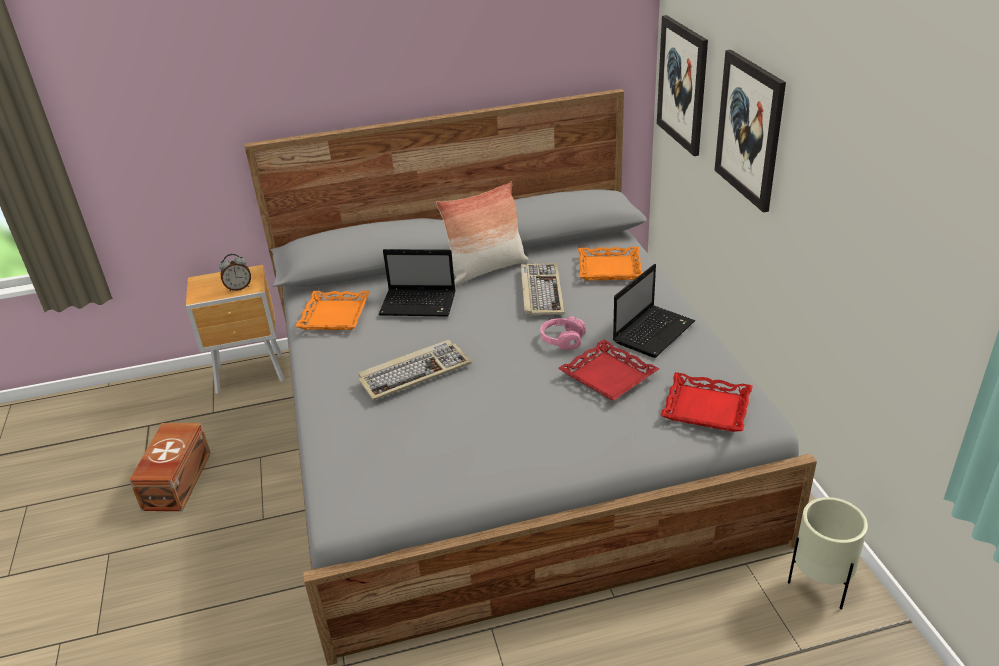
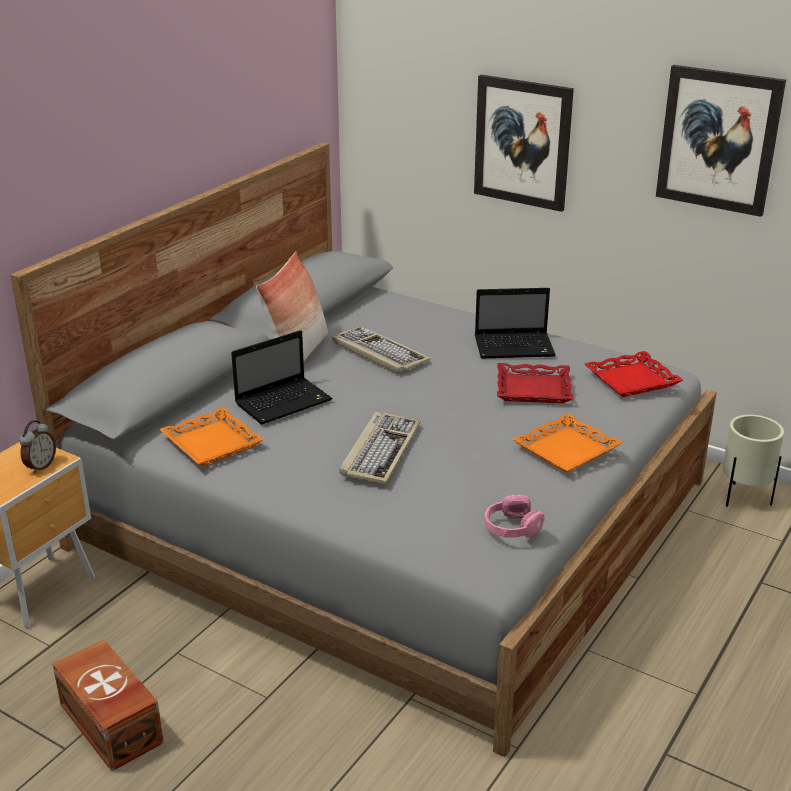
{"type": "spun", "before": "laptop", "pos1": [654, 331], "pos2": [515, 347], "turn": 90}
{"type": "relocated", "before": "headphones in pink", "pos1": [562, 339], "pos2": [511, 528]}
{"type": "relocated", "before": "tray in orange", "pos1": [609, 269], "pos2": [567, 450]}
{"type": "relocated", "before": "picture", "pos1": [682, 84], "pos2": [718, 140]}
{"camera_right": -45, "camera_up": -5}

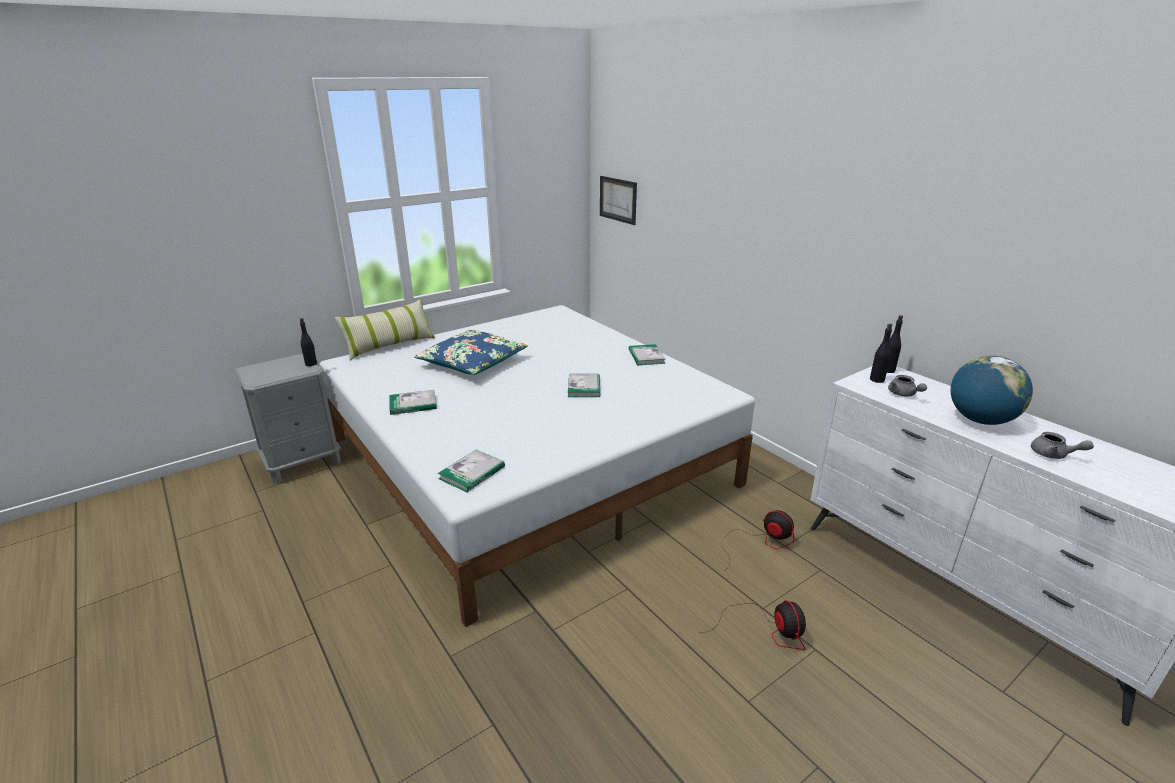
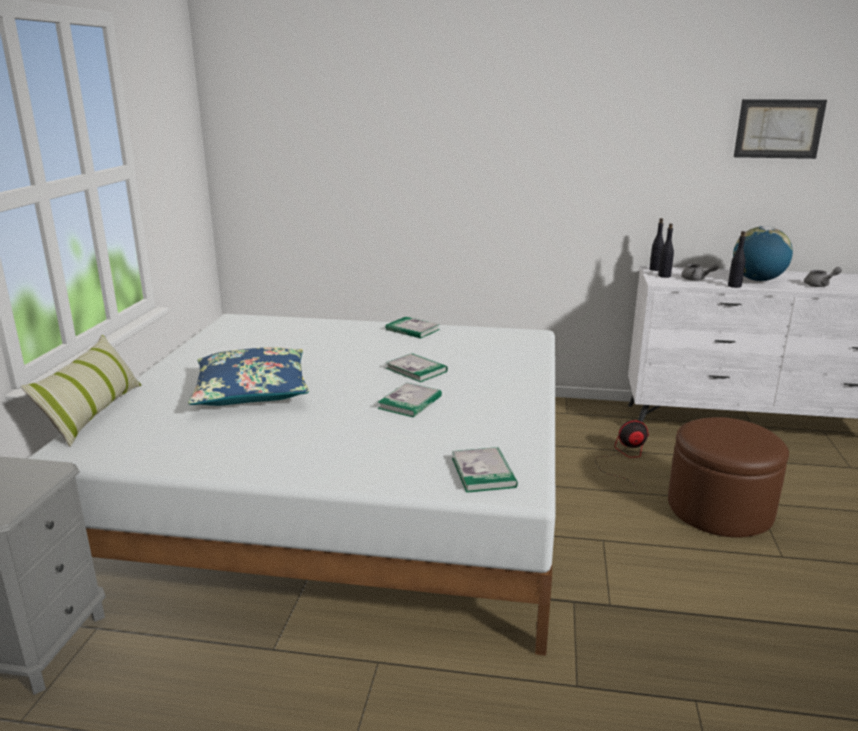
{"type": "relocated", "before": "book", "pos1": [413, 404], "pos2": [410, 402]}
{"type": "exchanged", "before": "fan", "after": "ottoman in brown", "pos1": [767, 630], "pos2": [719, 509]}
{"type": "relocated", "before": "bottle in black", "pos1": [311, 364], "pos2": [734, 286]}
{"type": "relocated", "before": "picture", "pos1": [618, 199], "pos2": [778, 129]}
{"camera_right": -45, "camera_up": -5}

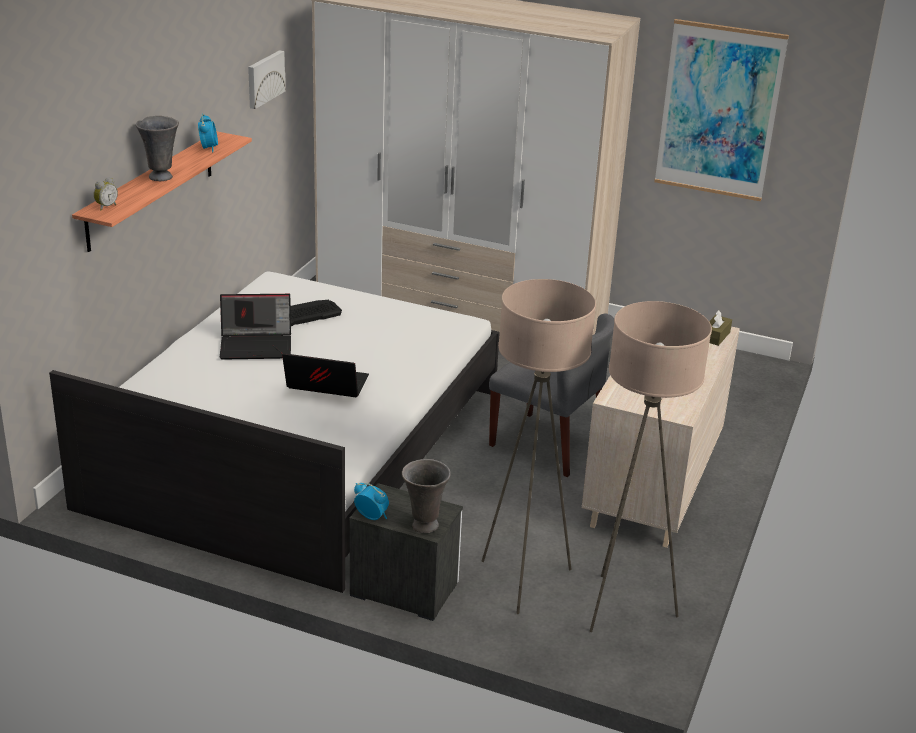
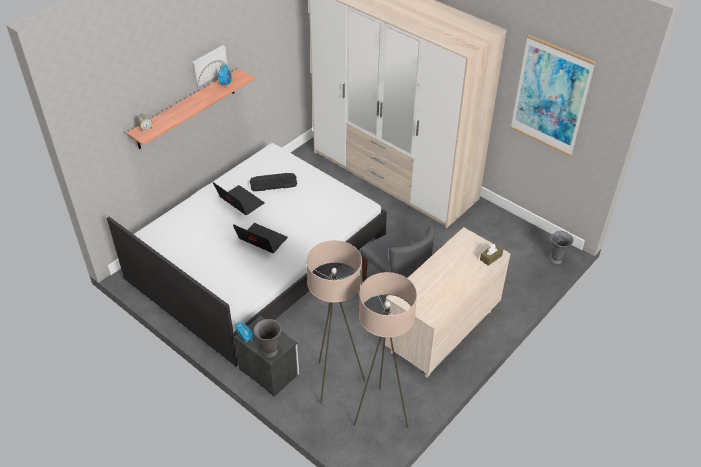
{"type": "relocated", "before": "picture", "pos1": [264, 78], "pos2": [208, 65]}
{"type": "spun", "before": "laptop", "pos1": [257, 345], "pos2": [239, 202], "turn": -150}
{"type": "relocated", "before": "vase in grey", "pos1": [161, 176], "pos2": [556, 259]}
{"camera_right": 20, "camera_up": 15}

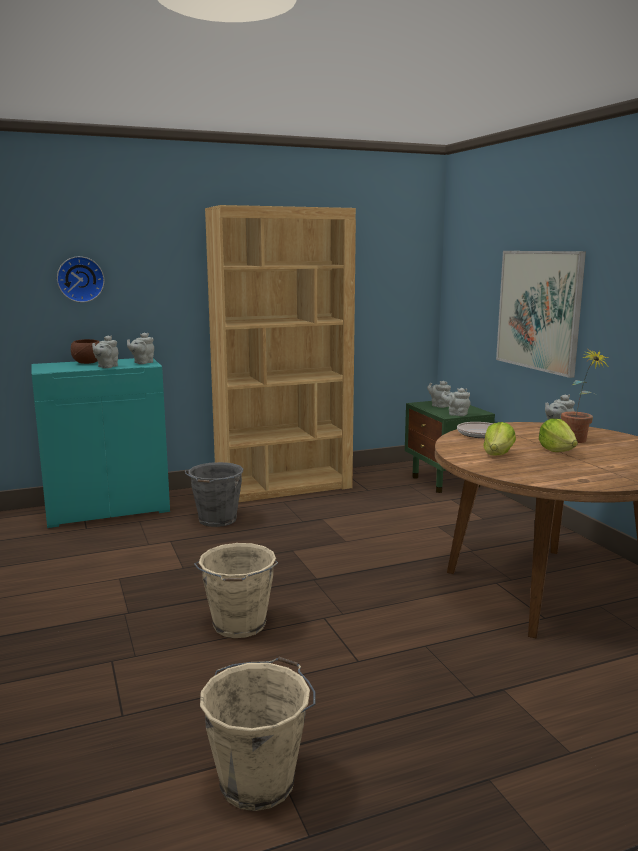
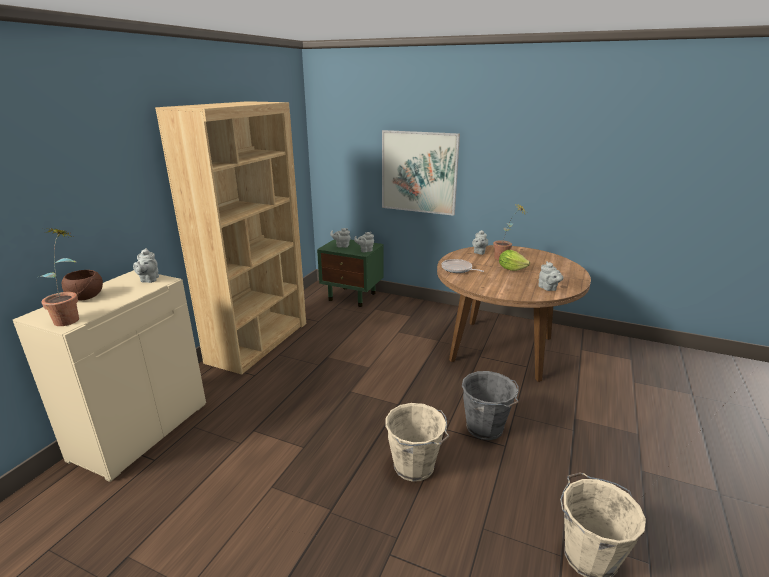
{"type": "colour", "before": "cabinet in turquoise", "after": "cabinet in beige", "pos1": [108, 509], "pos2": [141, 430]}
{"type": "appeared", "after": "potted plant", "pos2": [72, 317]}
{"type": "relocated", "before": "bucket in grey", "pos1": [217, 520], "pos2": [485, 428]}
{"type": "relocated", "before": "teapot in grey", "pos1": [106, 367], "pos2": [548, 288]}
{"type": "missing", "before": "wall clock", "pos1": [80, 279]}
{"type": "missing", "before": "lettuce", "pos1": [498, 454]}
{"camera_right": -45, "camera_up": 10}

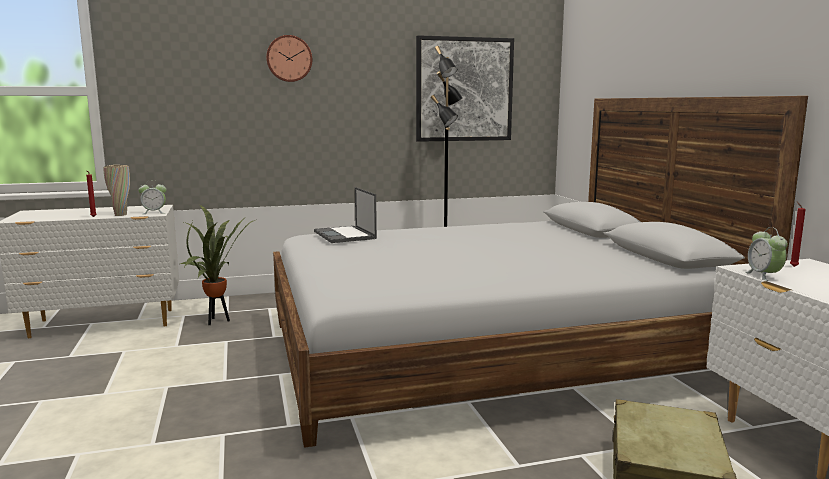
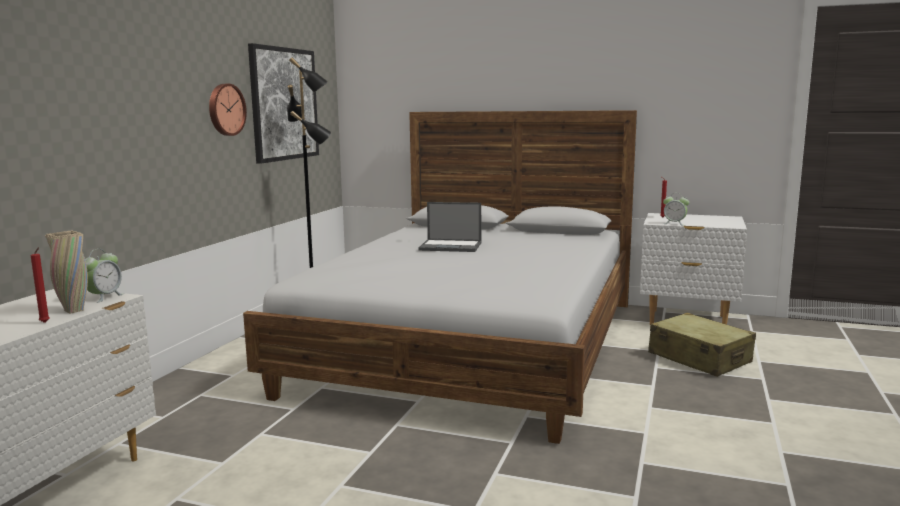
{"type": "relocated", "before": "wall clock", "pos1": [289, 58], "pos2": [225, 109]}
{"type": "relocated", "before": "laptop", "pos1": [345, 235], "pos2": [451, 246]}
{"type": "missing", "before": "potted plant", "pos1": [217, 321]}
{"camera_right": -55, "camera_up": 0}

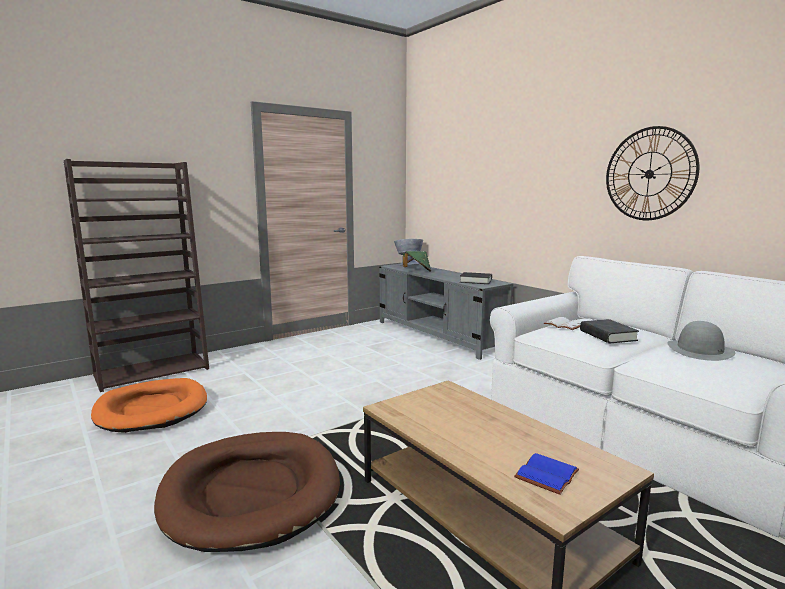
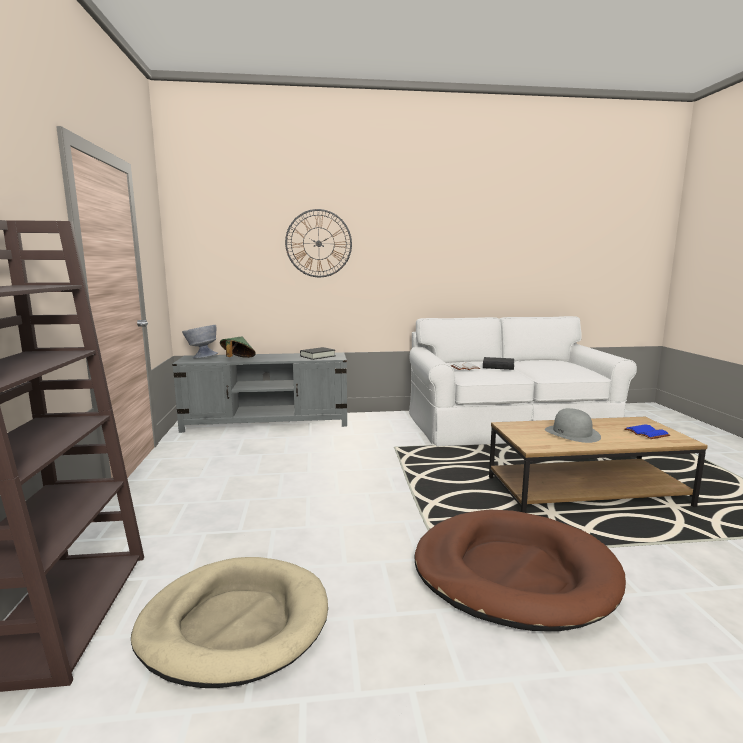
{"type": "colour", "before": "dog bed in orange", "after": "dog bed in beige", "pos1": [152, 409], "pos2": [235, 624]}
{"type": "relocated", "before": "wall clock", "pos1": [649, 174], "pos2": [318, 243]}
{"type": "relocated", "before": "hat in grey", "pos1": [700, 350], "pos2": [572, 433]}
{"camera_right": -60, "camera_up": 0}

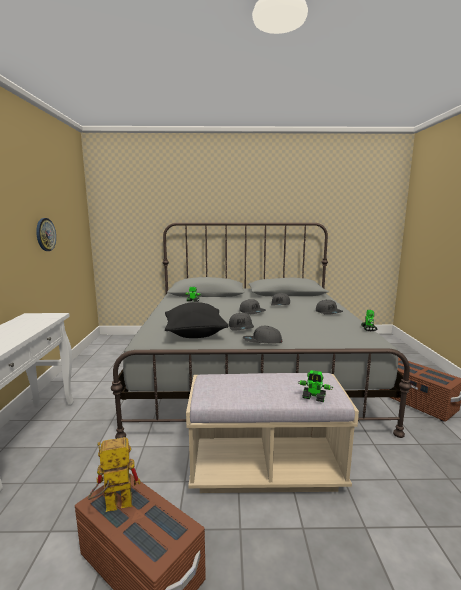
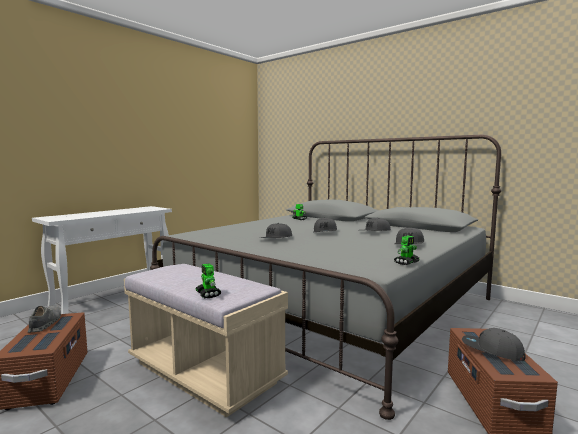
{"type": "exchanged", "before": "toy robot", "after": "shoe in grey", "pos1": [112, 506], "pos2": [45, 323]}
{"type": "relocated", "before": "cap in grey", "pos1": [262, 342], "pos2": [492, 351]}
{"type": "missing", "before": "wall clock", "pos1": [45, 234]}
{"type": "missing", "before": "pillow in black", "pos1": [195, 334]}
{"camera_right": 40, "camera_up": -5}

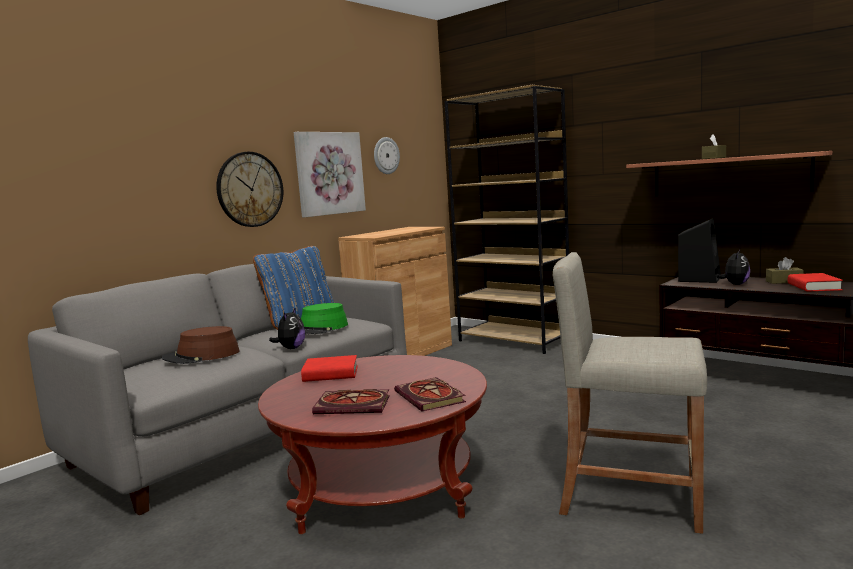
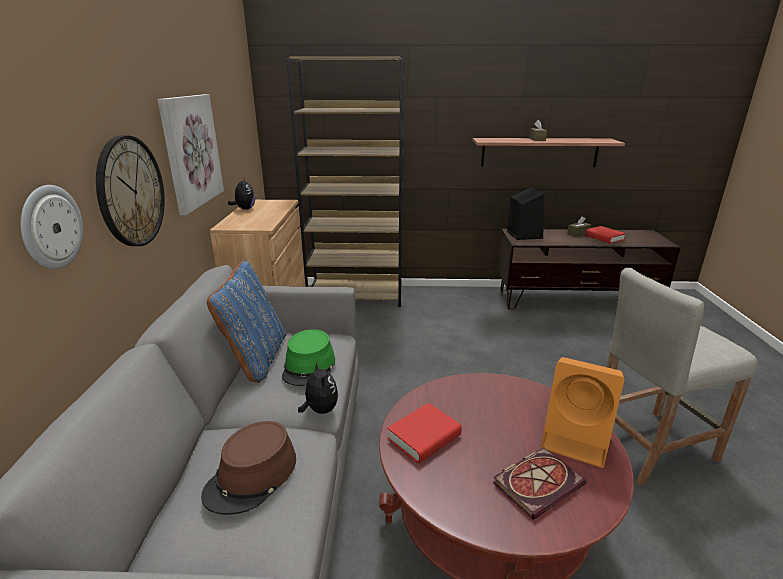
{"type": "relocated", "before": "wall clock", "pos1": [386, 155], "pos2": [51, 227]}
{"type": "relocated", "before": "plush toy", "pos1": [735, 284], "pos2": [244, 209]}
{"type": "exchanged", "before": "book", "after": "speaker in orange", "pos1": [431, 397], "pos2": [577, 440]}
{"camera_right": -40, "camera_up": 15}

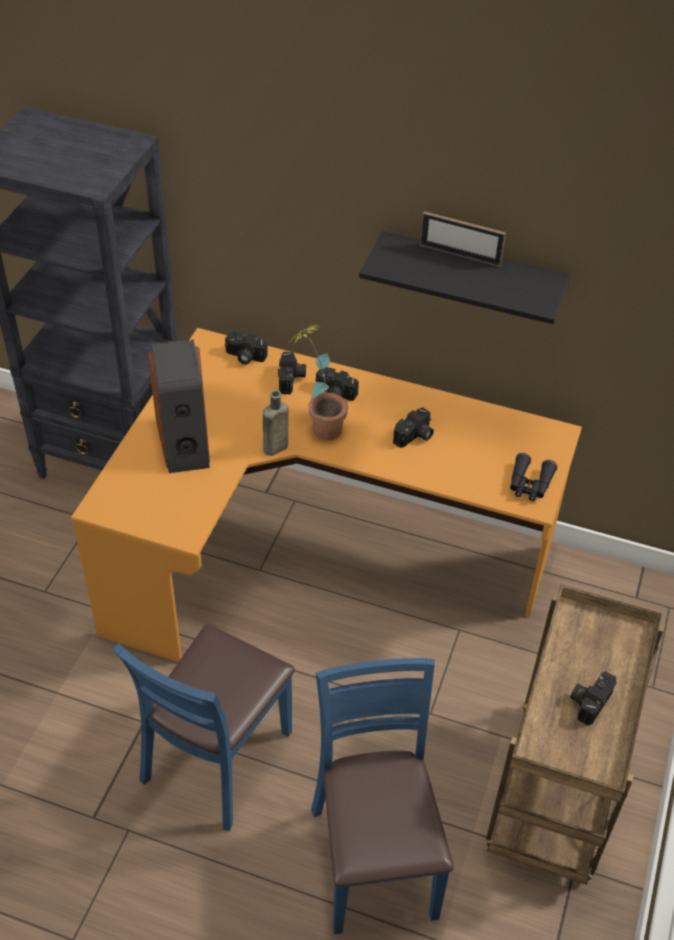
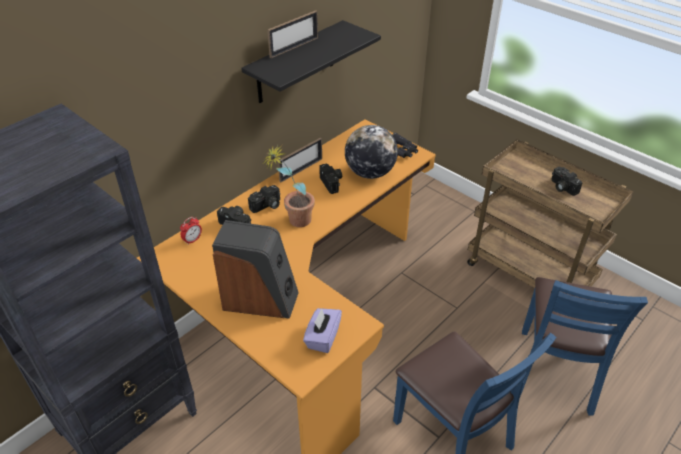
{"type": "exchanged", "before": "photo camera", "after": "alarm clock", "pos1": [244, 356], "pos2": [192, 240]}
{"type": "appeared", "after": "picture frame", "pos2": [301, 170]}
{"type": "appeared", "after": "tissue box in purple", "pos2": [322, 338]}
{"type": "appeared", "after": "globe", "pos2": [370, 173]}
{"type": "spun", "before": "chair in blue", "pos1": [375, 860], "pos2": [553, 372], "turn": -90}
{"type": "missing", "before": "bottle in brown", "pos1": [274, 448]}
{"camera_right": -65, "camera_up": -5}

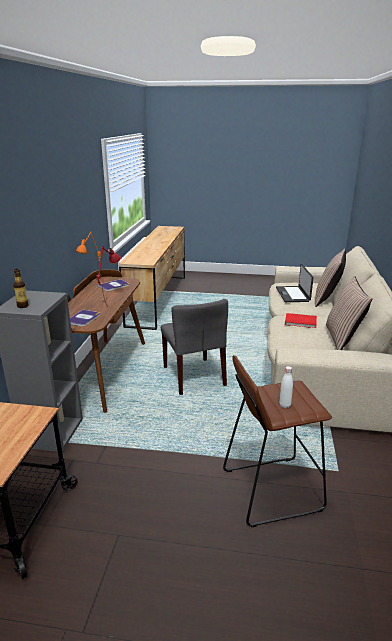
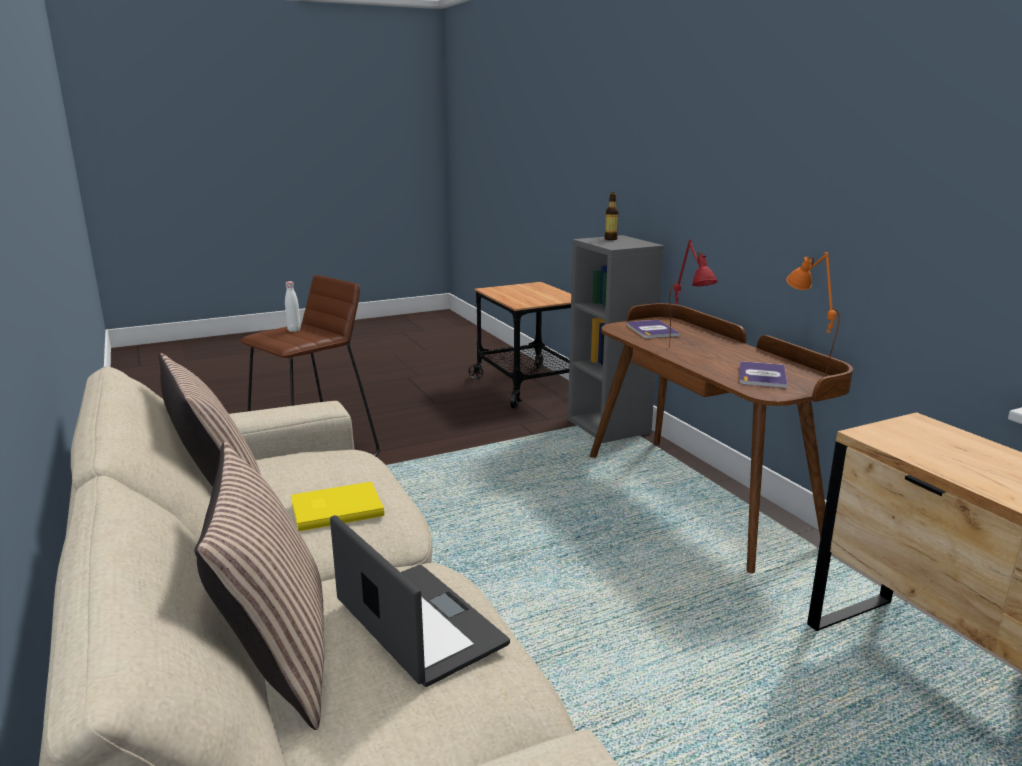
{"type": "colour", "before": "book in red", "after": "book in yellow", "pos1": [301, 322], "pos2": [335, 508]}
{"type": "missing", "before": "chair in grey", "pos1": [194, 376]}
{"camera_right": 145, "camera_up": -5}

